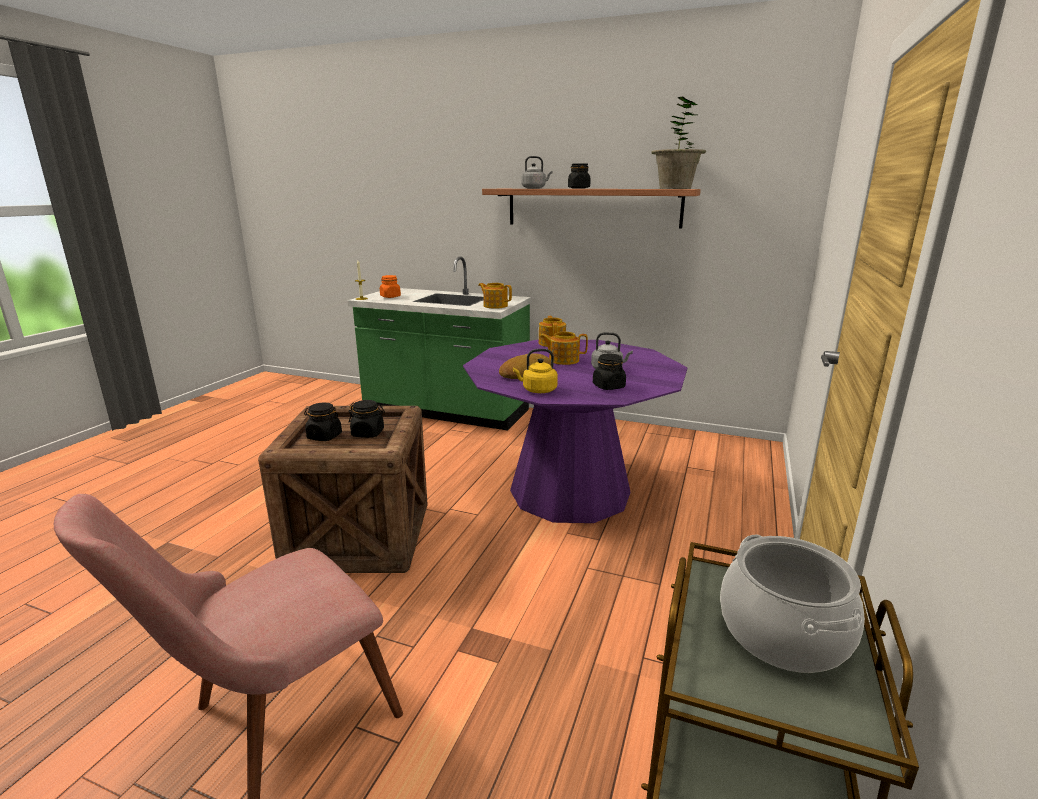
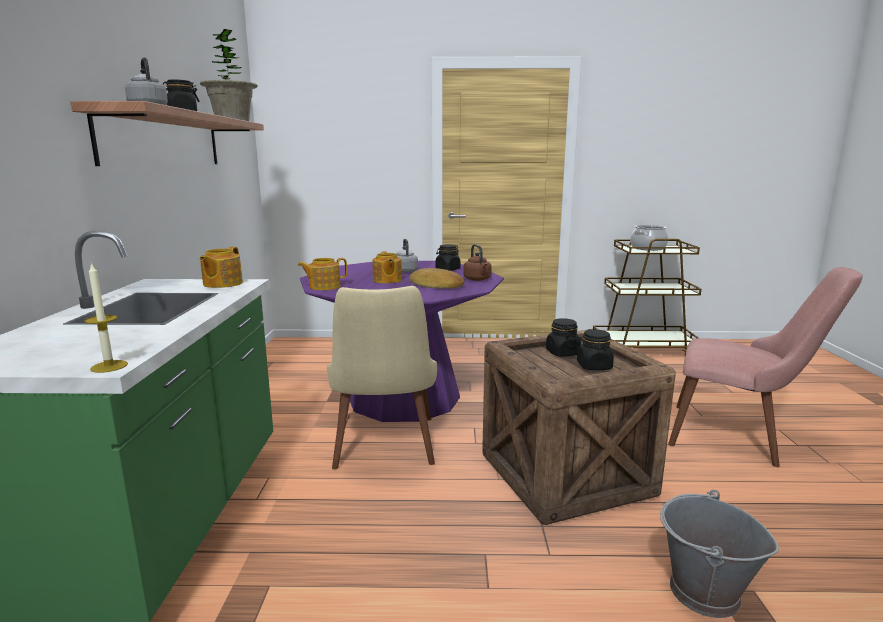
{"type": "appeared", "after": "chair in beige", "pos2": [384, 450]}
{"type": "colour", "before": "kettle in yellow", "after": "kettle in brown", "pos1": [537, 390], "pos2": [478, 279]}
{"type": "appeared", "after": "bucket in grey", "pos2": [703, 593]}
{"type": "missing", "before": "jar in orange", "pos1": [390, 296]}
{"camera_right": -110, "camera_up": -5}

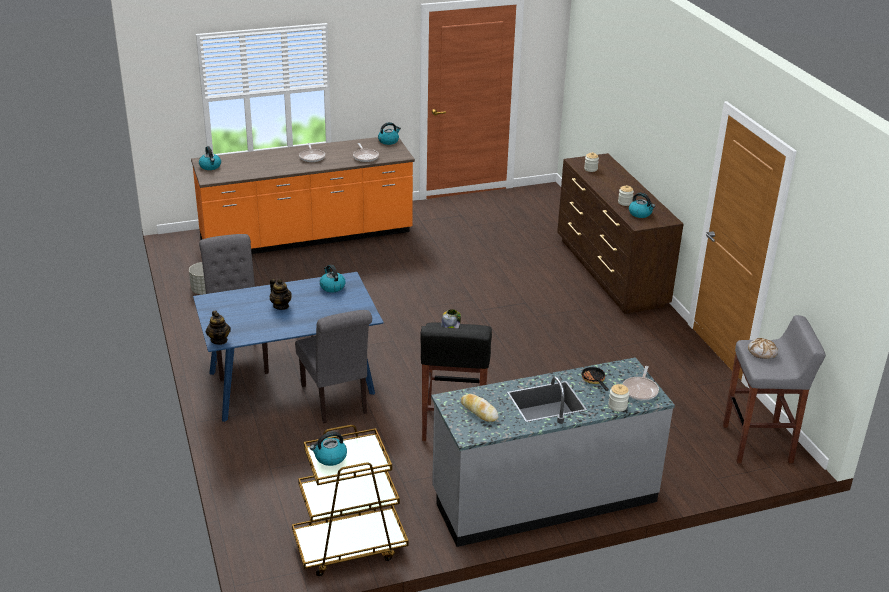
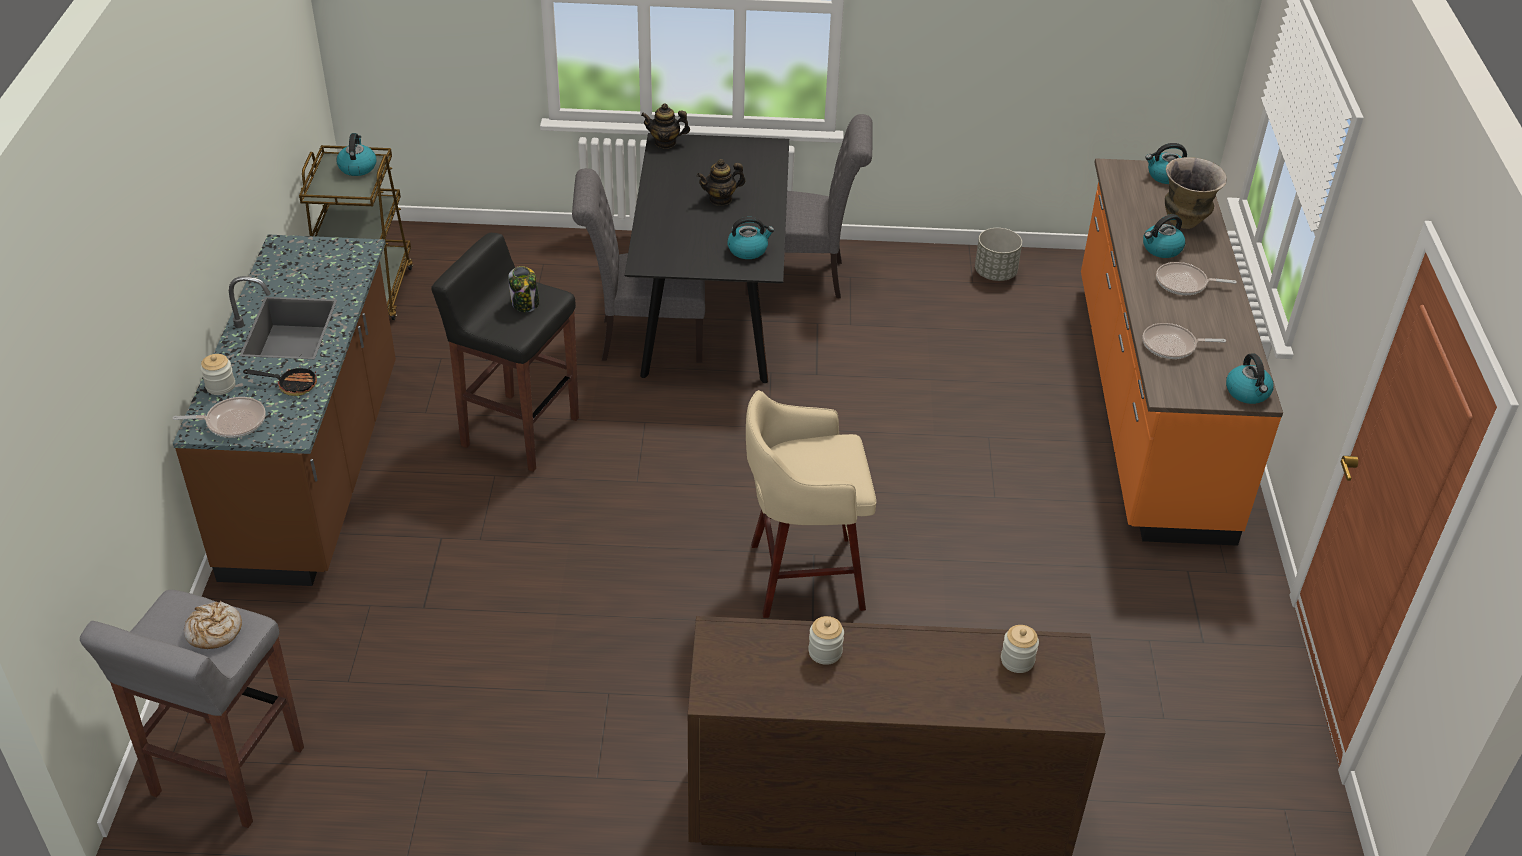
{"type": "colour", "before": "counter in grey", "after": "counter in brown", "pos1": [543, 497], "pos2": [316, 471]}
{"type": "spun", "before": "frying pan", "pos1": [640, 390], "pos2": [232, 422], "turn": 135}
{"type": "colour", "before": "dining table in blue", "after": "dining table in black", "pos1": [291, 382], "pos2": [712, 310]}
{"type": "appeared", "after": "stool in beige", "pos2": [802, 576]}
{"type": "relocated", "before": "kettle", "pos1": [640, 213], "pos2": [1161, 249]}
{"type": "appeared", "after": "vase", "pos2": [1185, 221]}
{"type": "missing", "before": "bread", "pos1": [479, 411]}
{"camera_right": 110, "camera_up": 10}

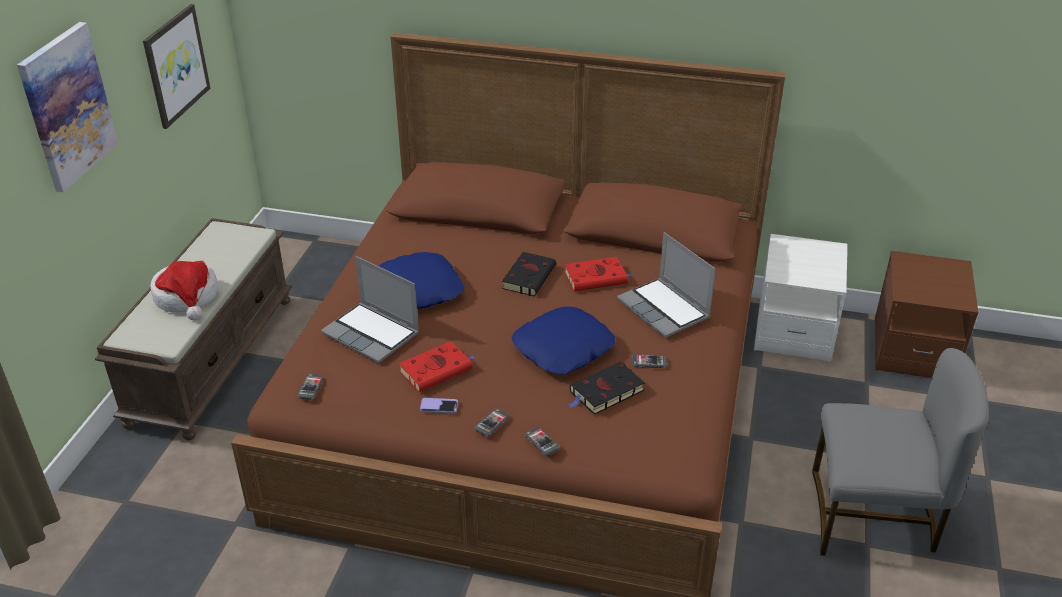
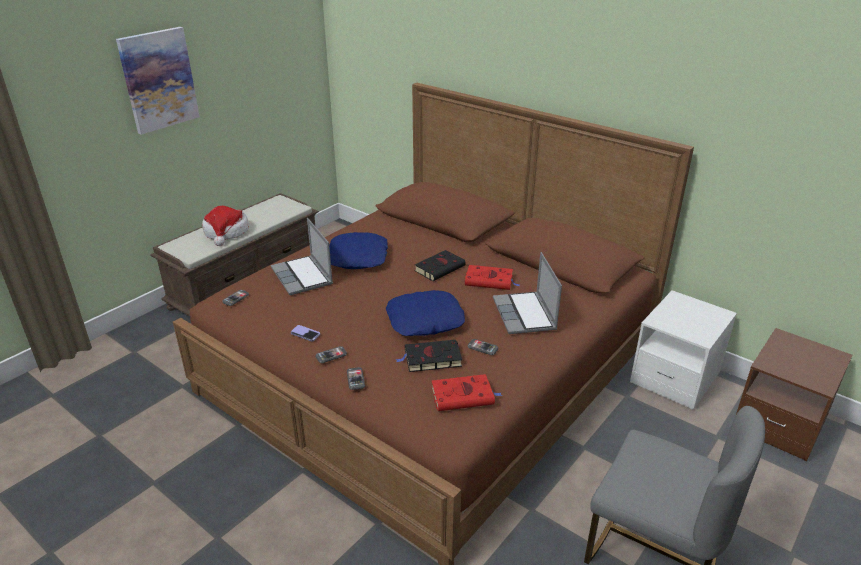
{"type": "relocated", "before": "book in red", "pos1": [437, 369], "pos2": [464, 396]}
{"type": "missing", "before": "picture", "pos1": [175, 65]}
{"camera_right": 25, "camera_up": -5}

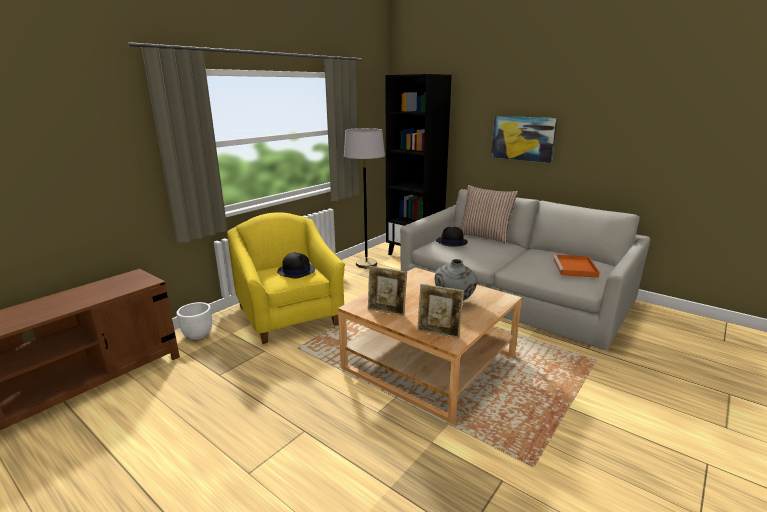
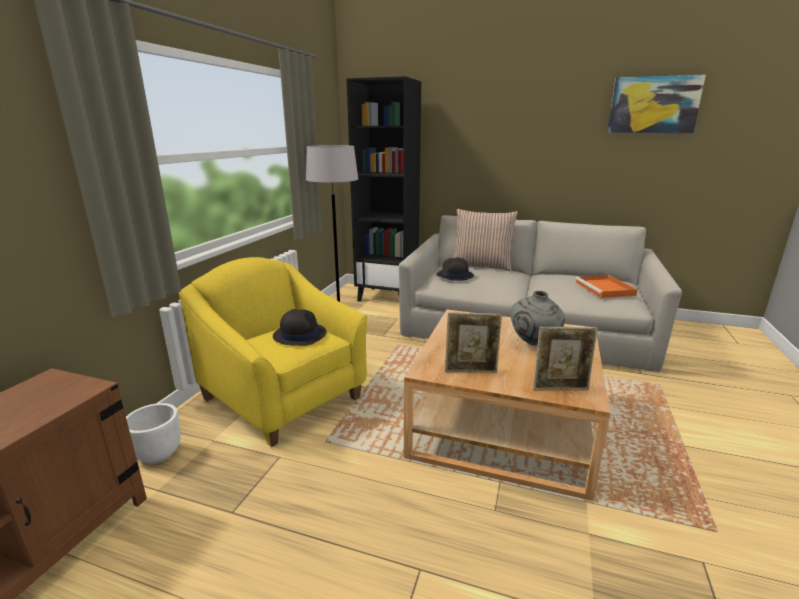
{"type": "relocated", "before": "picture", "pos1": [523, 138], "pos2": [653, 105]}
{"camera_right": -20, "camera_up": 0}

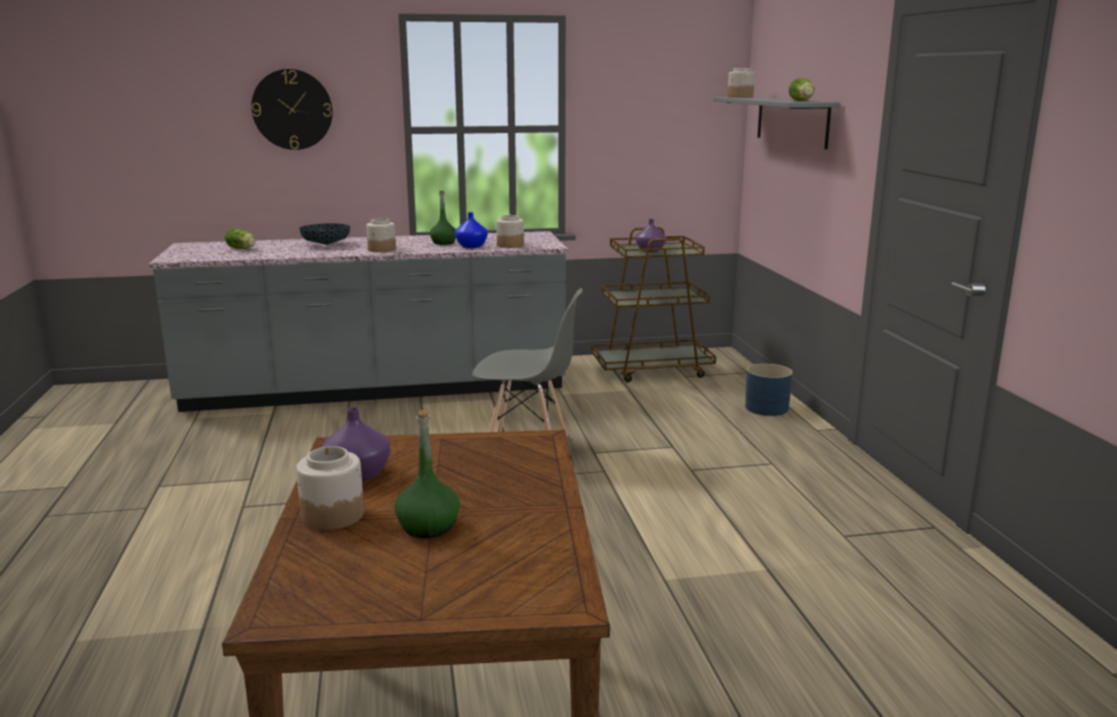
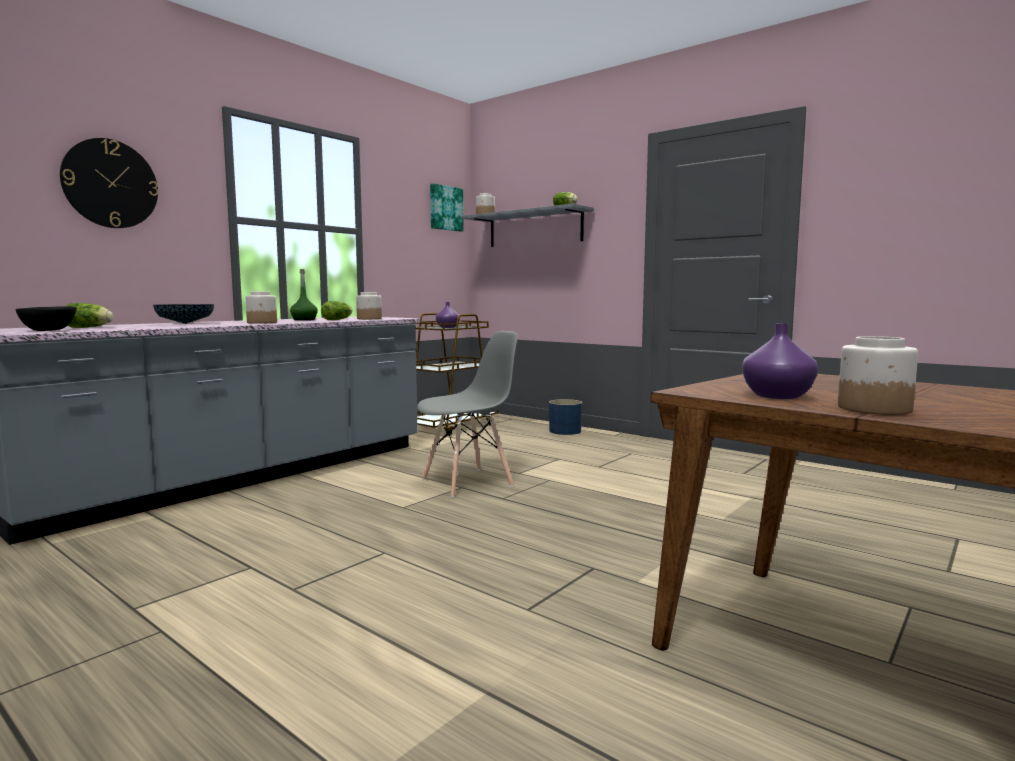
{"type": "appeared", "after": "bowl in black", "pos2": [50, 330]}
{"type": "exchanged", "before": "vase in blue", "after": "lettuce", "pos1": [470, 246], "pos2": [338, 320]}
{"type": "appeared", "after": "picture", "pos2": [445, 208]}
{"type": "missing", "before": "bottle in green", "pos1": [428, 527]}
{"camera_right": -40, "camera_up": -10}

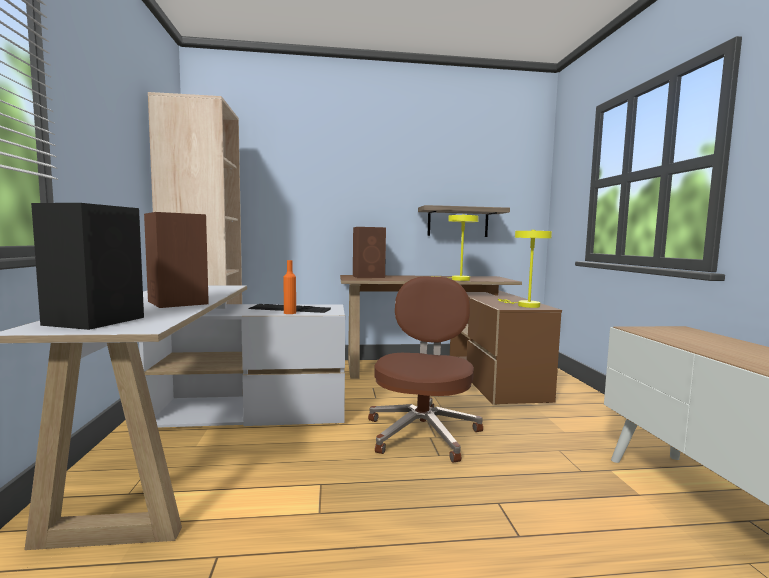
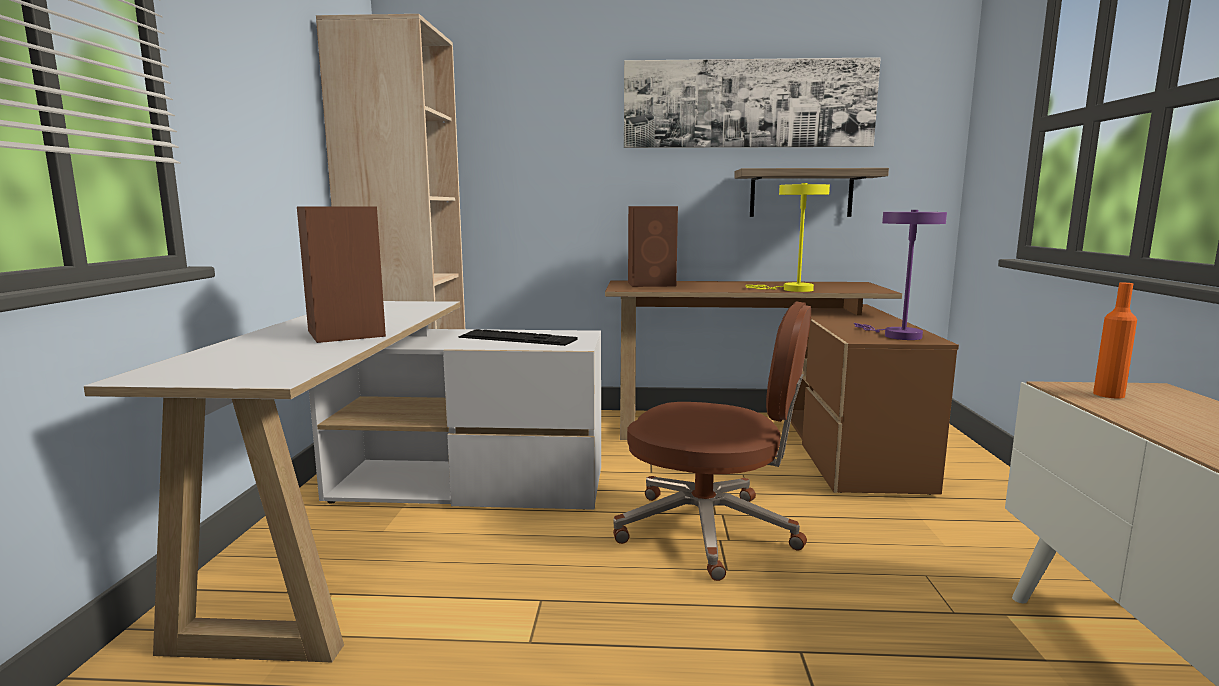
{"type": "spun", "before": "office chair in brown", "pos1": [423, 432], "pos2": [710, 531], "turn": 90}
{"type": "appeared", "after": "picture", "pos2": [748, 104]}
{"type": "colour", "before": "table lamp in yellow", "after": "table lamp in purple", "pos1": [525, 305], "pos2": [896, 335]}
{"type": "relocated", "before": "bottle in orange", "pos1": [290, 313], "pos2": [1108, 394]}
{"type": "missing", "before": "speaker in black", "pos1": [97, 321]}
{"camera_right": 10, "camera_up": 5}

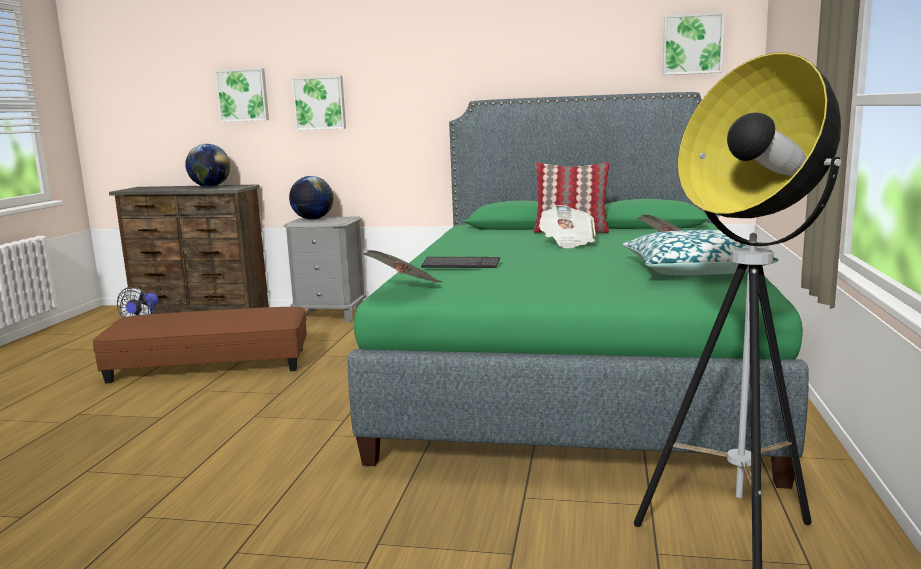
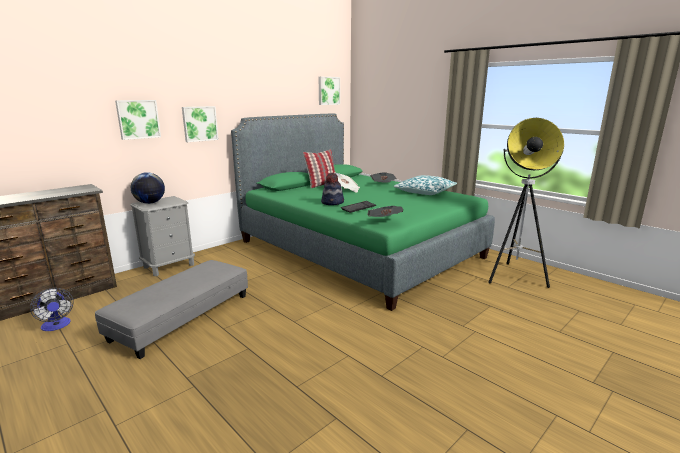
{"type": "colour", "before": "ottoman in brown", "after": "ottoman in grey", "pos1": [209, 365], "pos2": [182, 317]}
{"type": "relocated", "before": "picture", "pos1": [243, 95], "pos2": [199, 123]}
{"type": "appeared", "after": "hat", "pos2": [333, 203]}
{"type": "missing", "before": "globe", "pos1": [210, 186]}
{"camera_right": -55, "camera_up": 5}

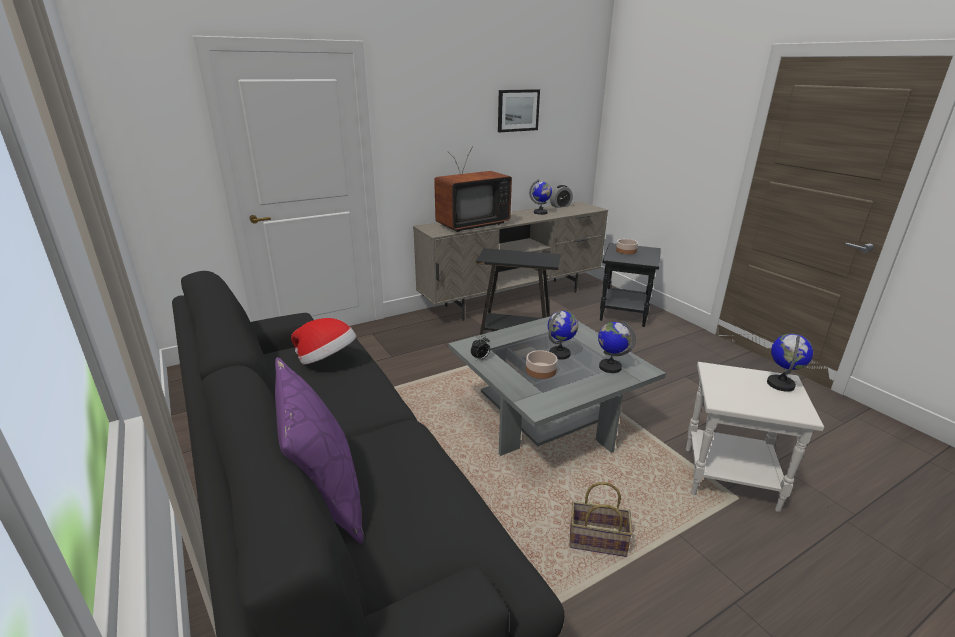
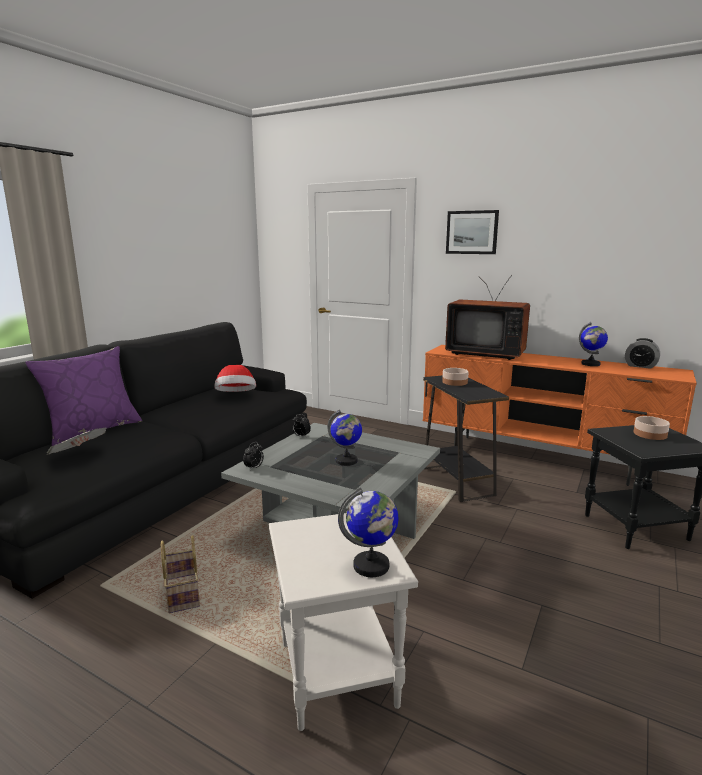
{"type": "appeared", "after": "newspaper", "pos2": [79, 455]}
{"type": "appeared", "after": "alarm clock", "pos2": [254, 468]}
{"type": "colour", "before": "tv stand in beige", "after": "tv stand in orange", "pos1": [513, 299], "pos2": [540, 459]}
{"type": "relocated", "before": "bowl", "pos1": [540, 370], "pos2": [455, 382]}
{"type": "relocated", "before": "picture", "pos1": [518, 110], "pos2": [472, 232]}
{"type": "missing", "before": "globe", "pos1": [609, 367]}
{"camera_right": 60, "camera_up": -10}

